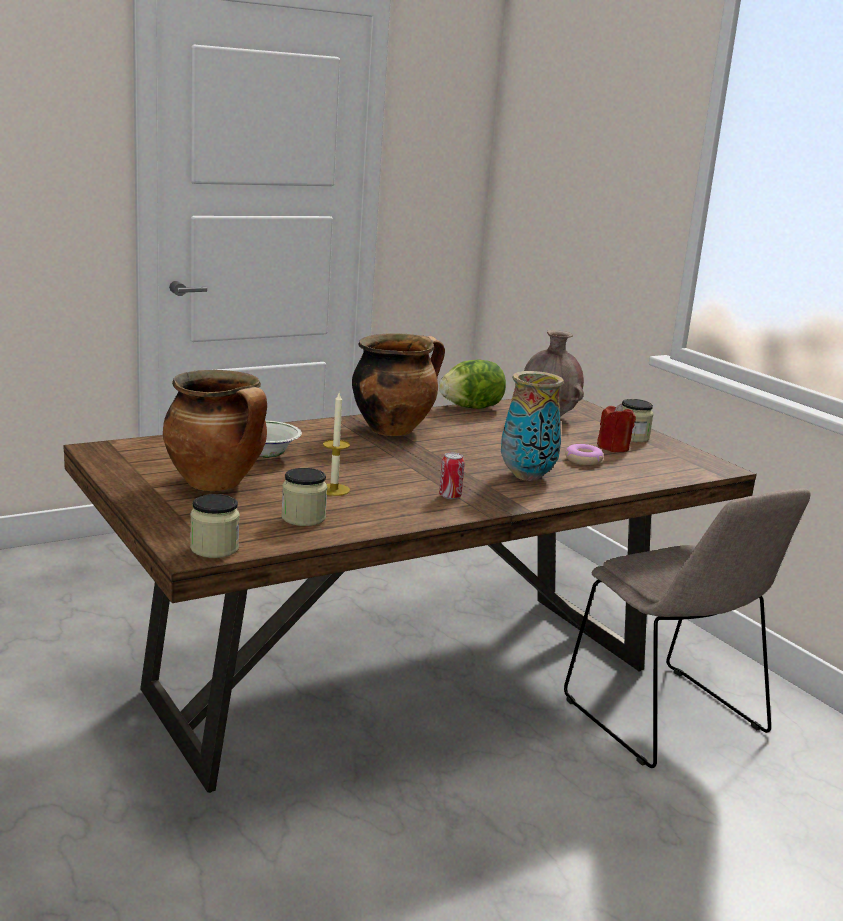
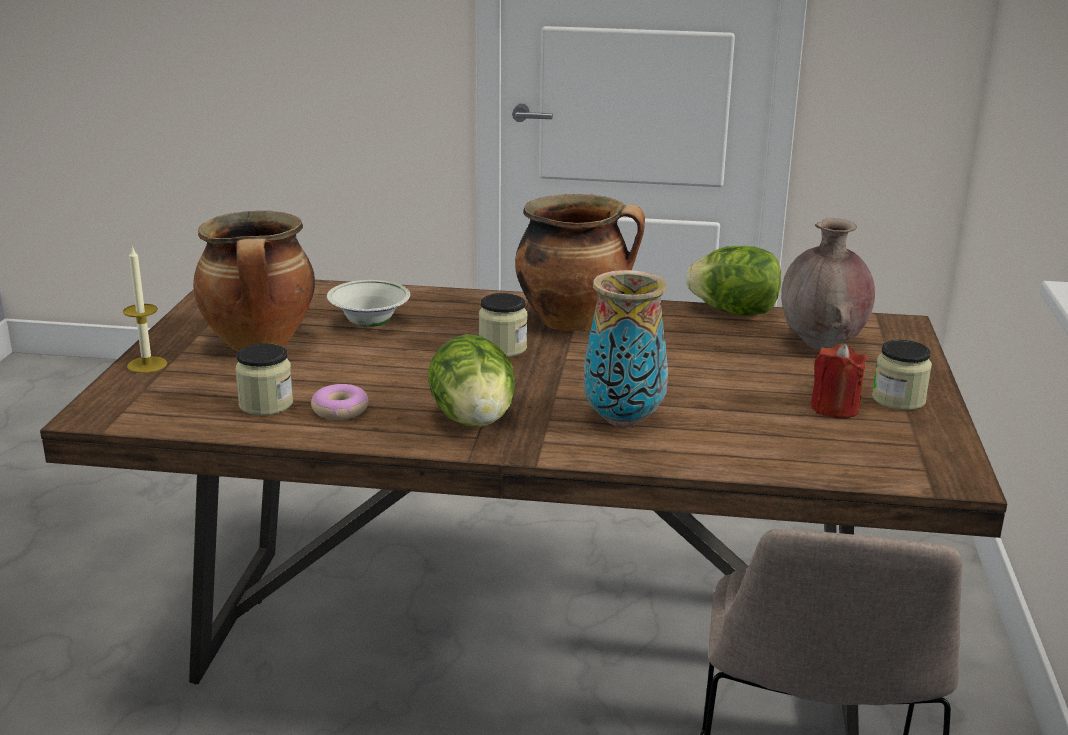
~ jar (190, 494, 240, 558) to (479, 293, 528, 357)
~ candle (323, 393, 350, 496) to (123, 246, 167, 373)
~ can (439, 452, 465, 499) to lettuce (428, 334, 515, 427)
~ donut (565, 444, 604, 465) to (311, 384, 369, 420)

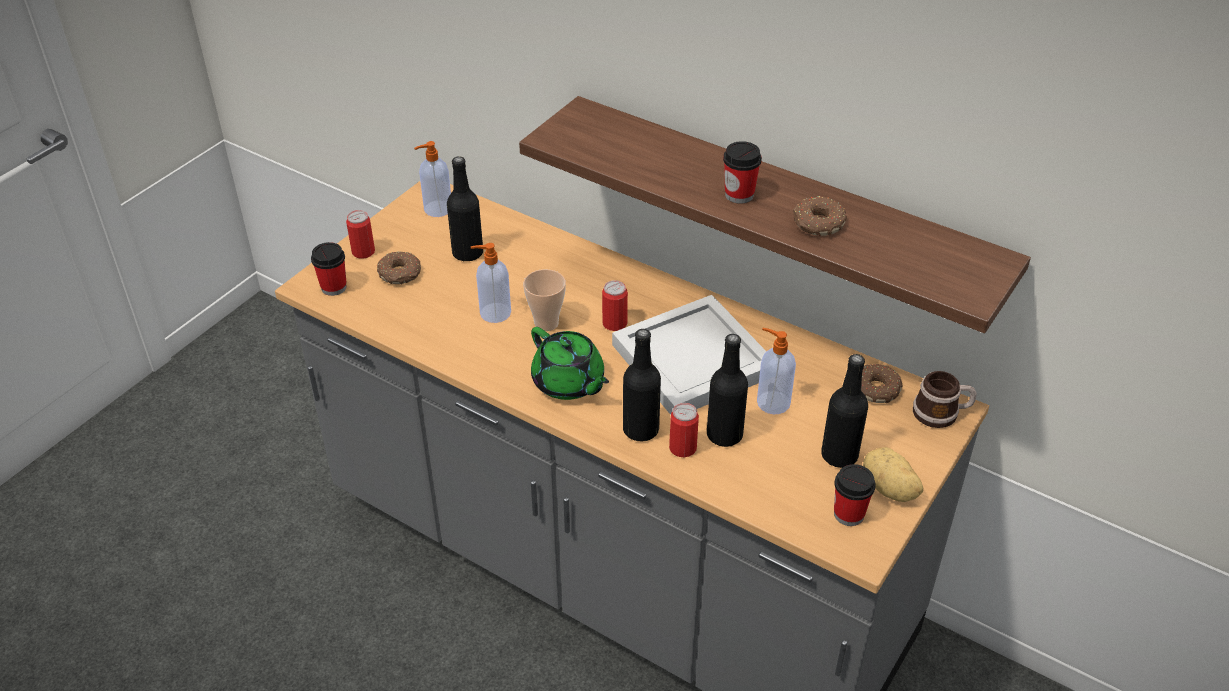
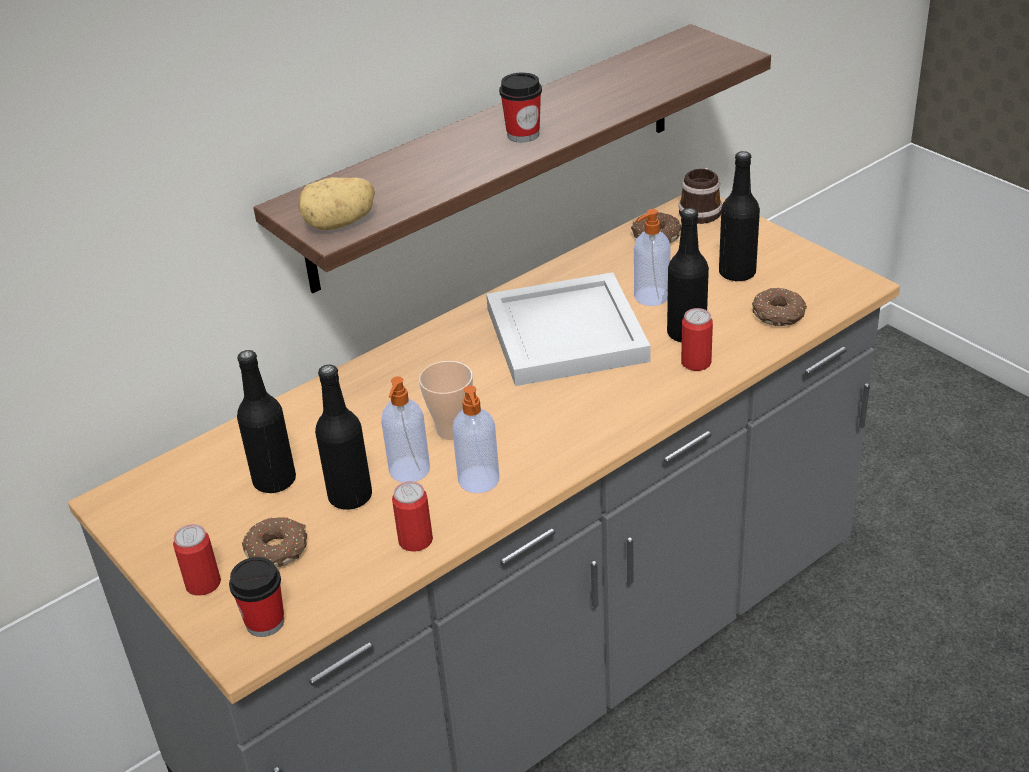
~ soap dispenser (414, 141, 451, 217) to (452, 385, 499, 493)
- green teapot (531, 327, 609, 400)
~ can (602, 280, 628, 331) to (392, 481, 433, 552)
~ black bottle (623, 329, 661, 441) to (315, 364, 372, 510)
~ donut (793, 196, 847, 236) to (752, 287, 807, 326)
- cup (834, 464, 876, 526)
~ potato (863, 447, 923, 502) to (298, 177, 375, 230)

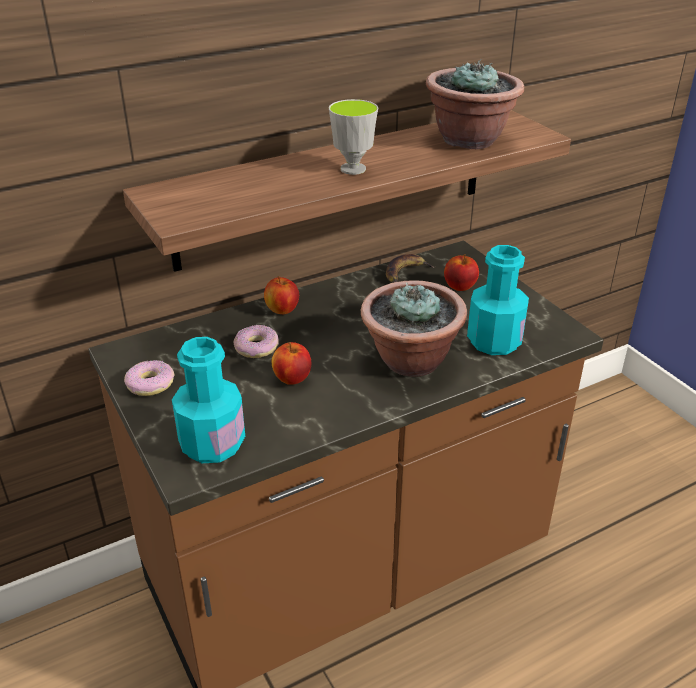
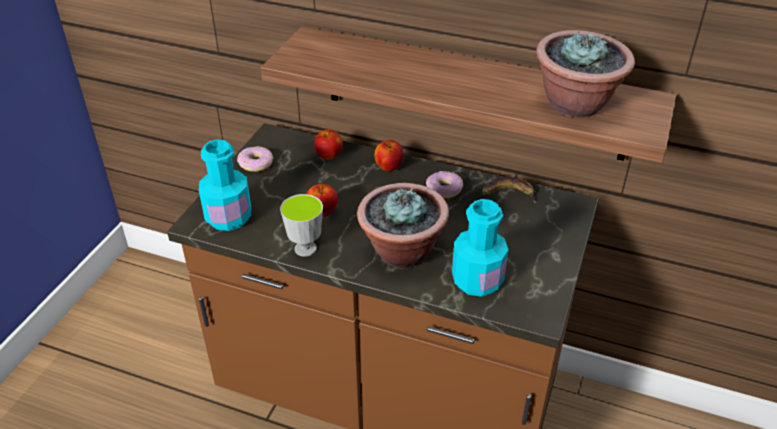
~ donut (233, 325, 279, 358) to (426, 171, 463, 198)
~ cup (329, 99, 378, 175) to (280, 194, 323, 257)
~ apple (444, 254, 479, 291) to (314, 129, 343, 160)

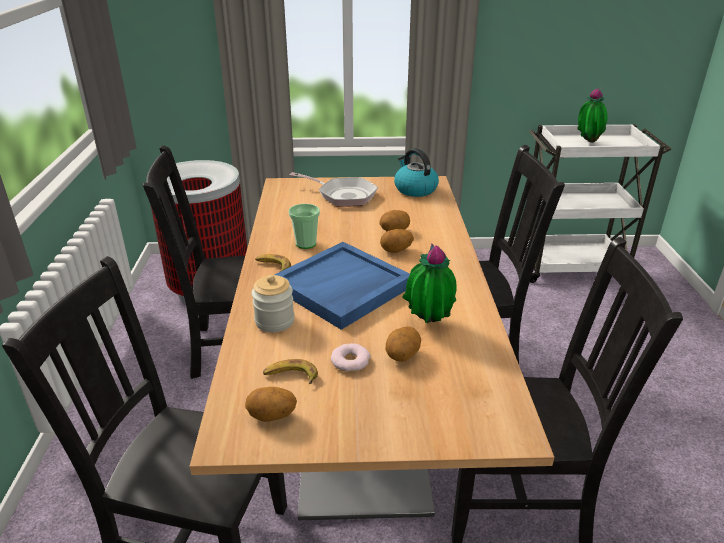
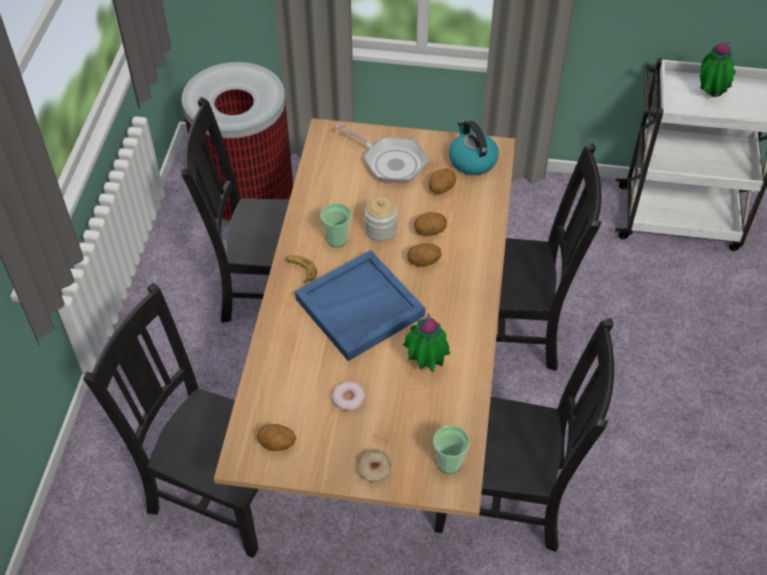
~ jar (252, 275, 295, 332) to (365, 196, 398, 242)
- banana (263, 359, 318, 384)
~ potato (386, 326, 421, 362) to (429, 169, 456, 194)
+ donut (358, 449, 390, 482)
+ cup (433, 425, 470, 474)

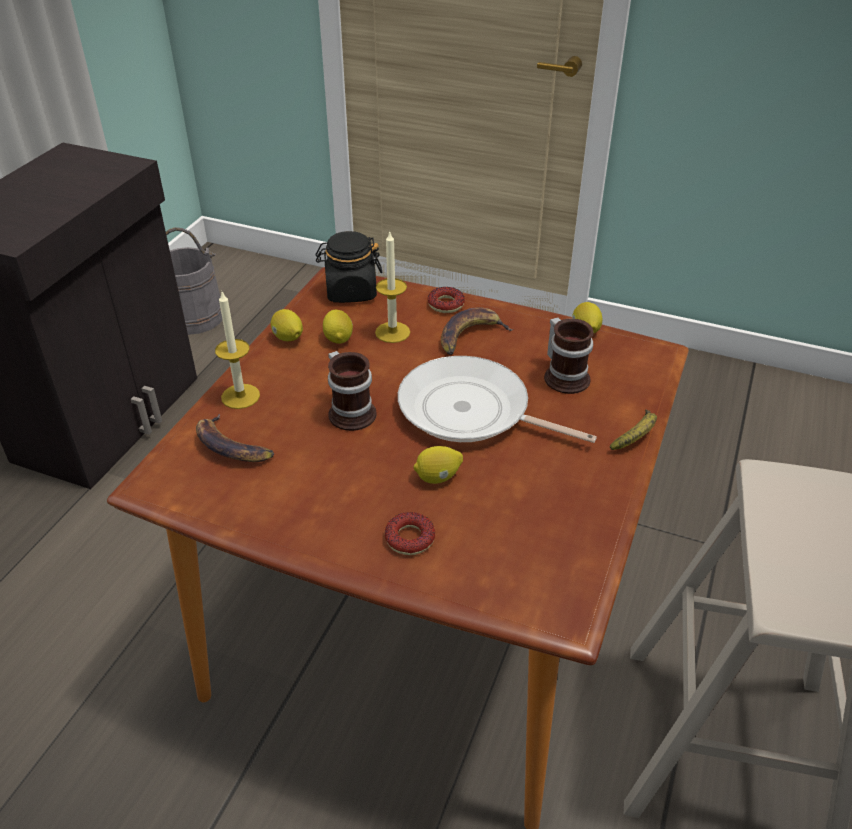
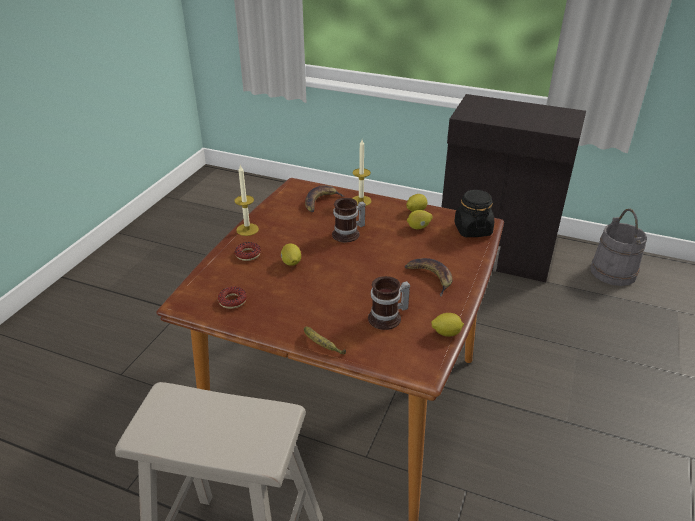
~ candle (375, 230, 410, 343) to (234, 165, 259, 236)
- frying pan (398, 356, 597, 443)
~ donut (427, 287, 465, 313) to (218, 287, 247, 309)

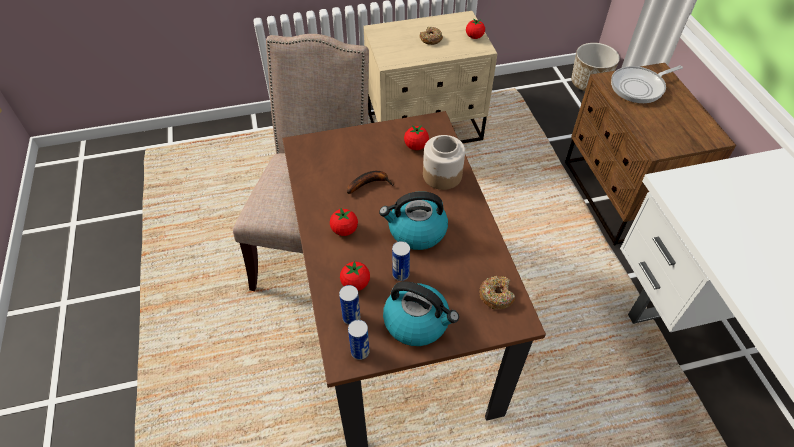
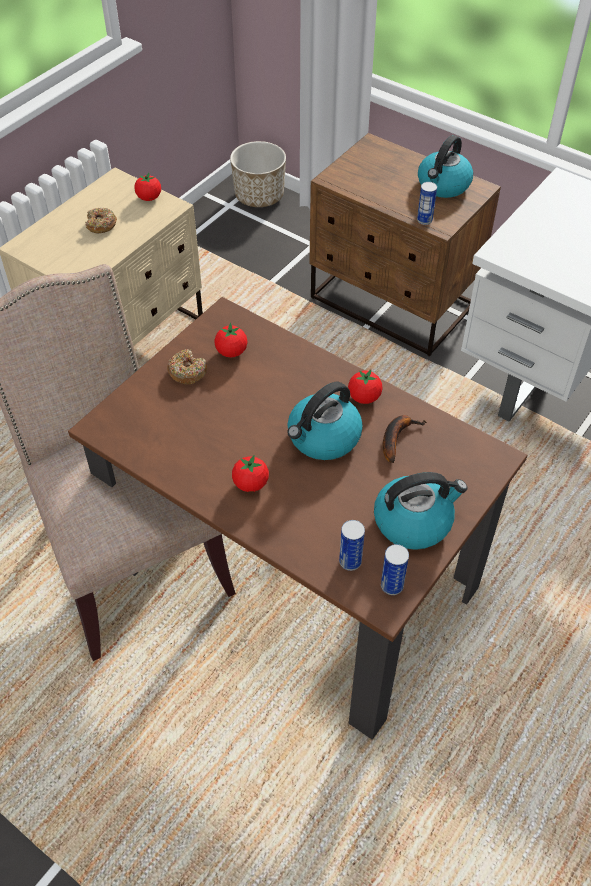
~ tomato (340, 260, 370, 291) to (348, 370, 383, 404)
~ banana (347, 171, 395, 194) to (383, 415, 427, 463)
~ can (392, 241, 410, 281) to (417, 182, 437, 225)
- jar (423, 135, 465, 190)
~ donut (480, 276, 515, 309) to (167, 349, 207, 385)
- frying pan (611, 65, 683, 103)
+ kettle (418, 135, 473, 198)

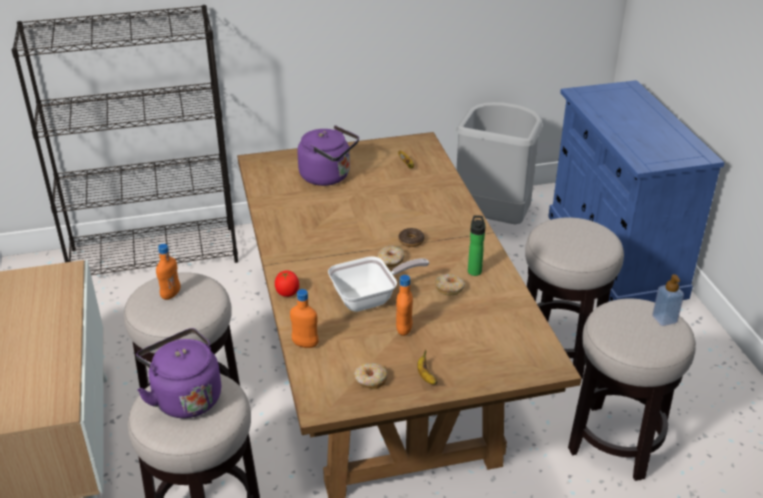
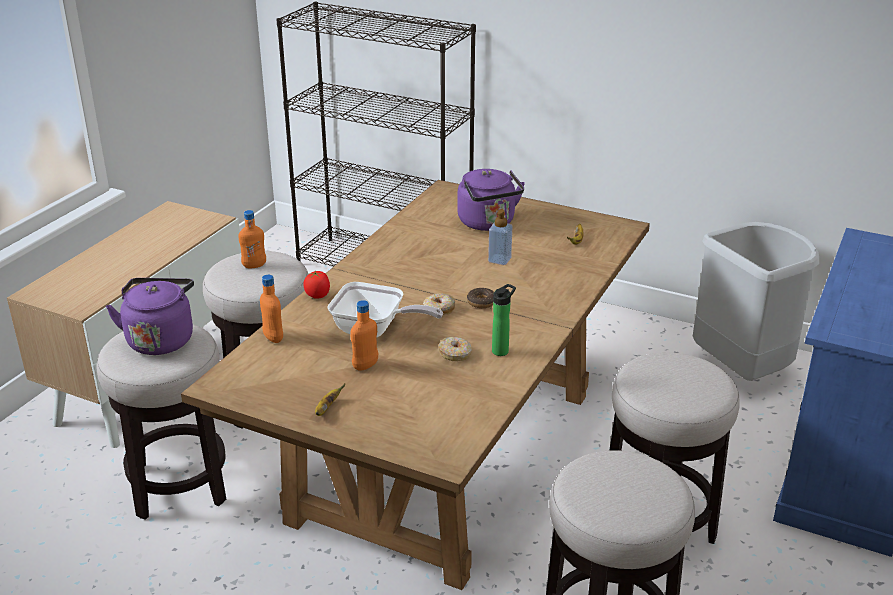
- donut (354, 363, 388, 389)
~ soap dispenser (652, 274, 684, 326) to (488, 210, 512, 265)

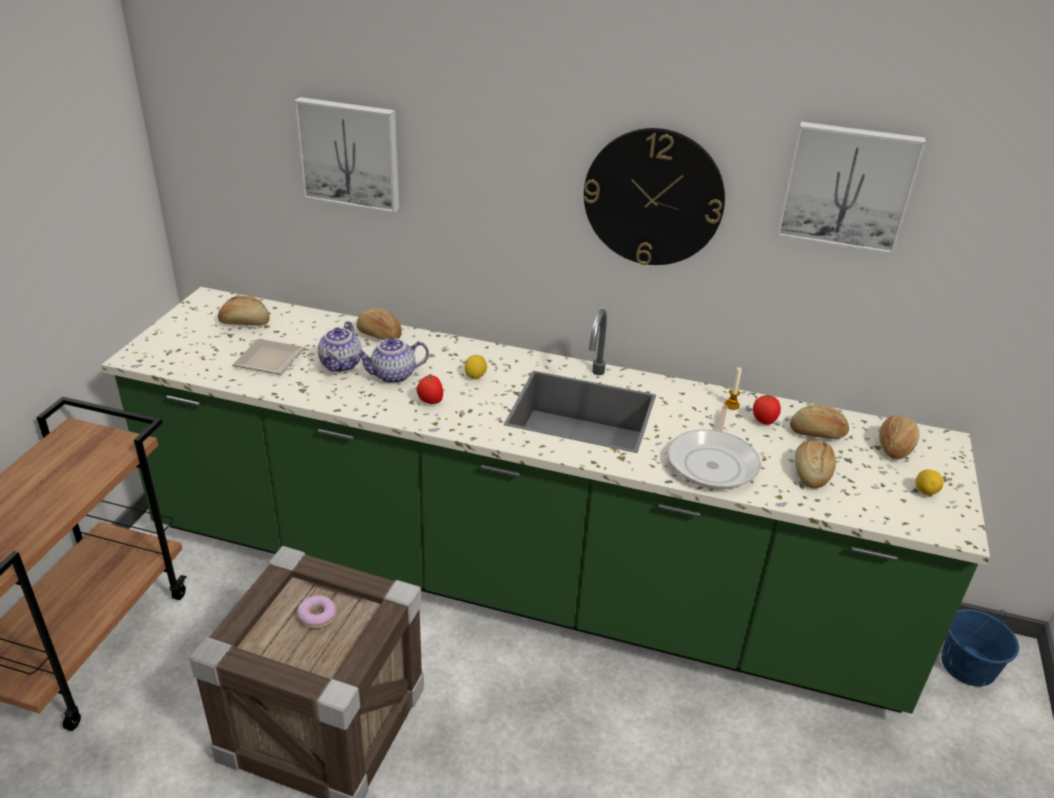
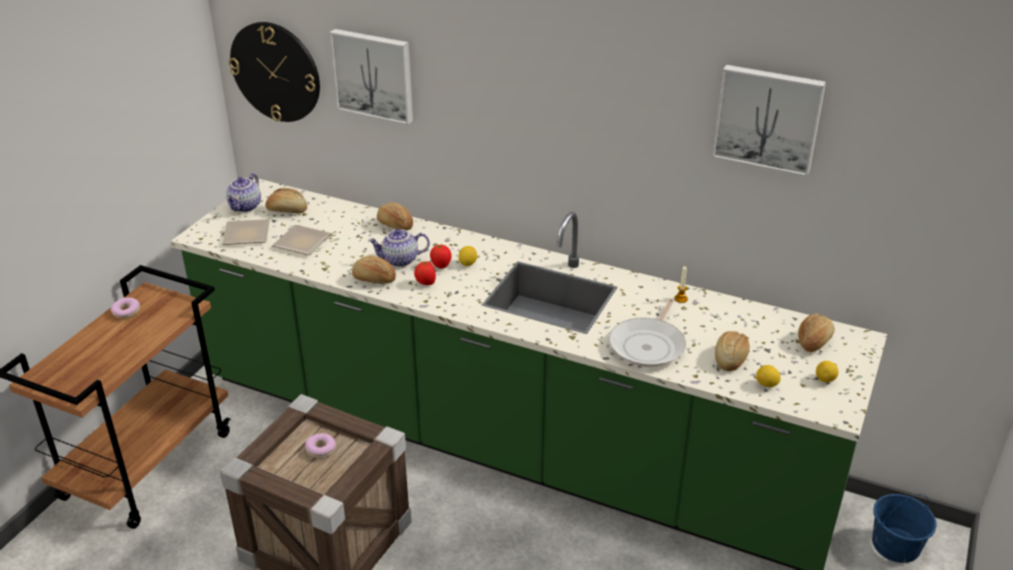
~ teapot (318, 321, 362, 372) to (226, 173, 261, 212)
~ wall clock (584, 128, 725, 265) to (229, 22, 320, 122)
~ tomato (753, 394, 781, 425) to (430, 245, 451, 268)
~ bread (790, 404, 849, 439) to (352, 255, 396, 284)
+ donut (111, 297, 140, 319)
+ plate (222, 219, 270, 245)
+ lemon (756, 365, 781, 387)

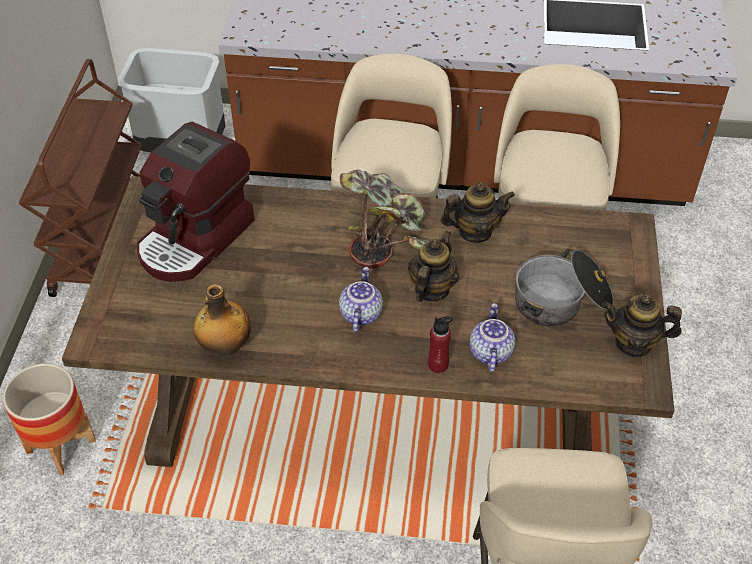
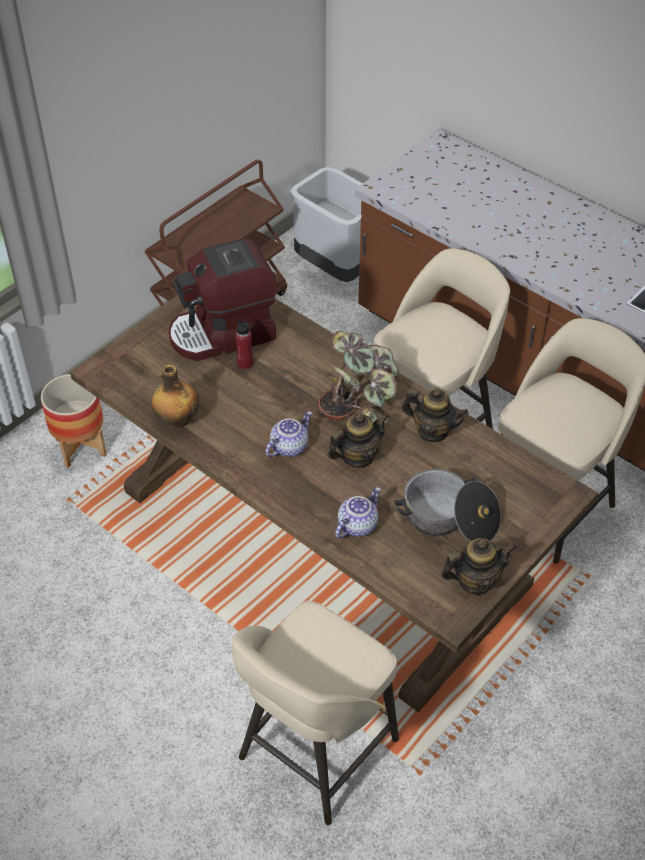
~ red bottle (428, 316, 453, 373) to (235, 319, 253, 369)
~ teapot (602, 294, 682, 358) = (441, 538, 517, 595) 120 degrees clockwise

